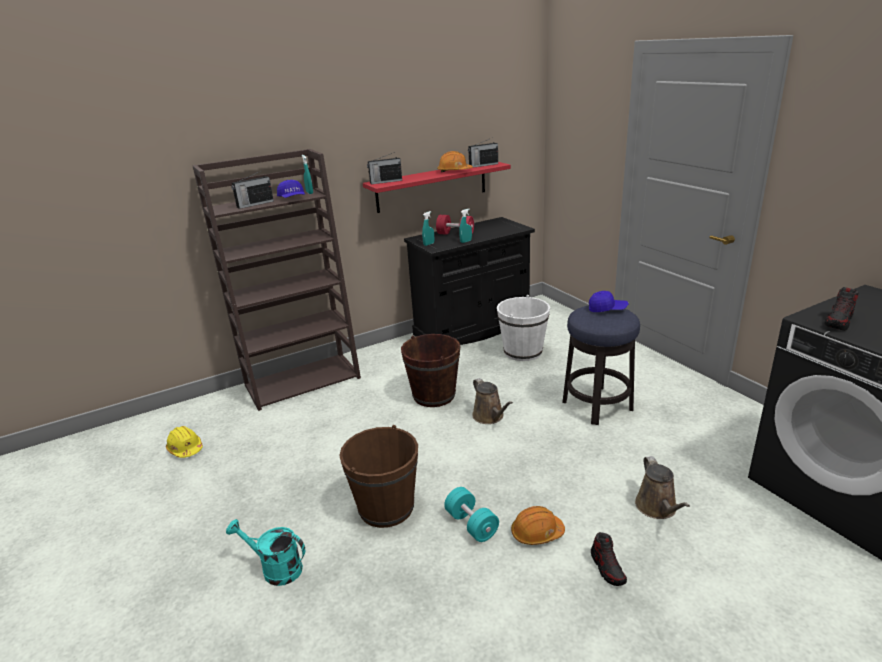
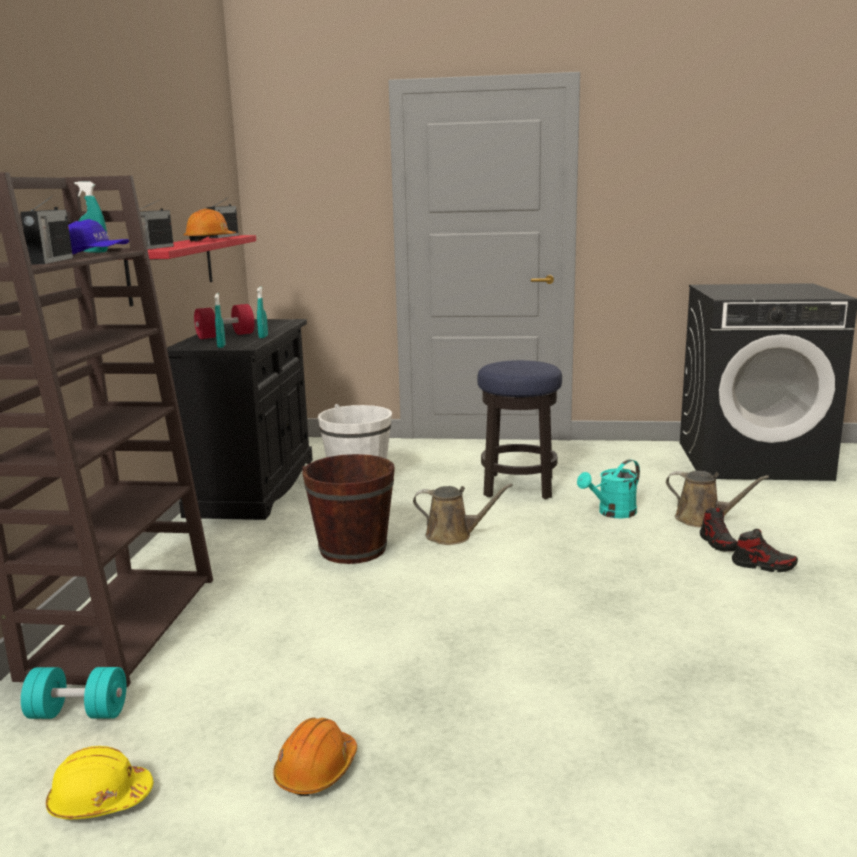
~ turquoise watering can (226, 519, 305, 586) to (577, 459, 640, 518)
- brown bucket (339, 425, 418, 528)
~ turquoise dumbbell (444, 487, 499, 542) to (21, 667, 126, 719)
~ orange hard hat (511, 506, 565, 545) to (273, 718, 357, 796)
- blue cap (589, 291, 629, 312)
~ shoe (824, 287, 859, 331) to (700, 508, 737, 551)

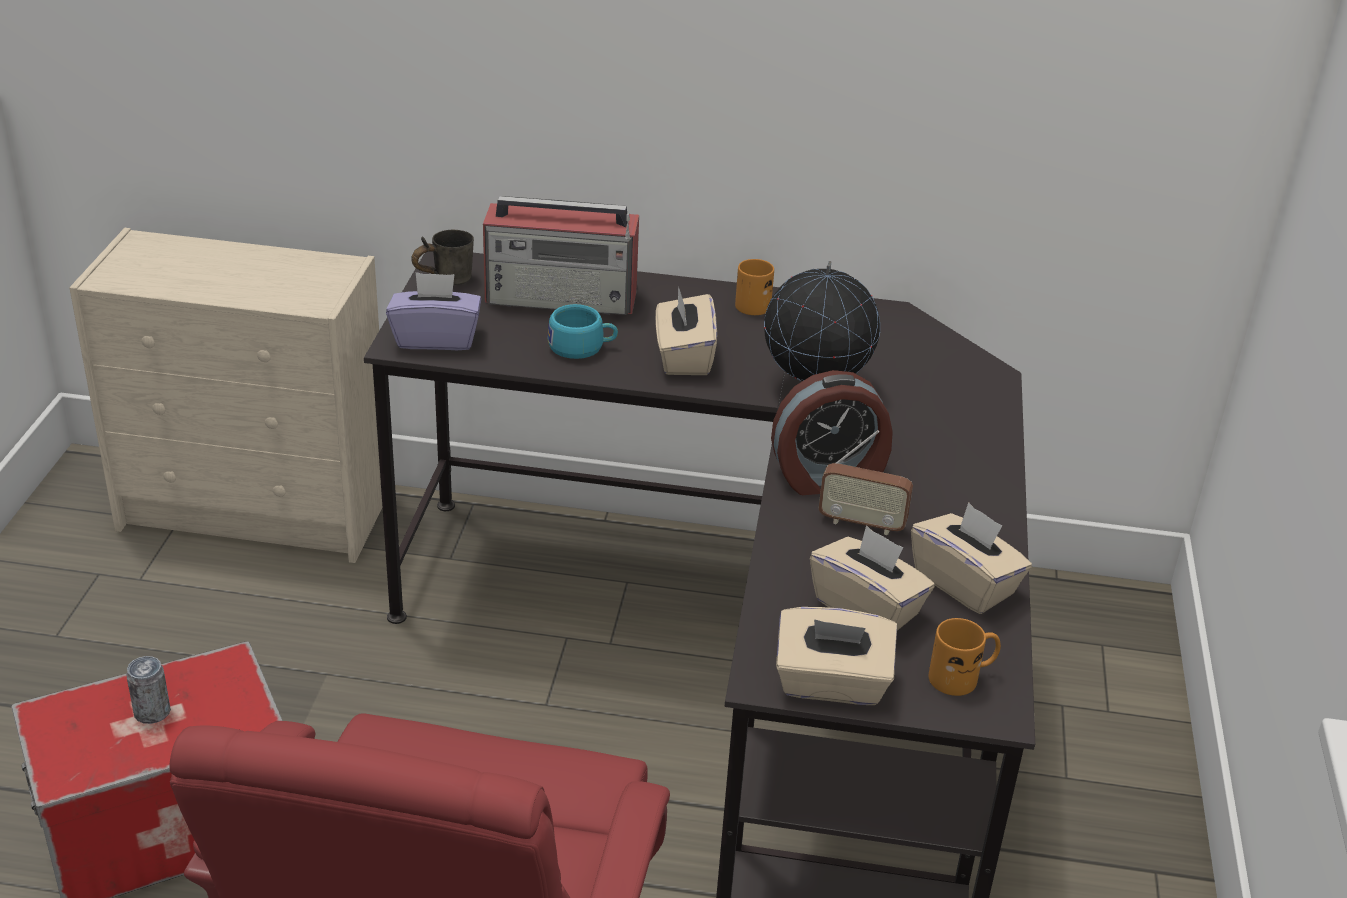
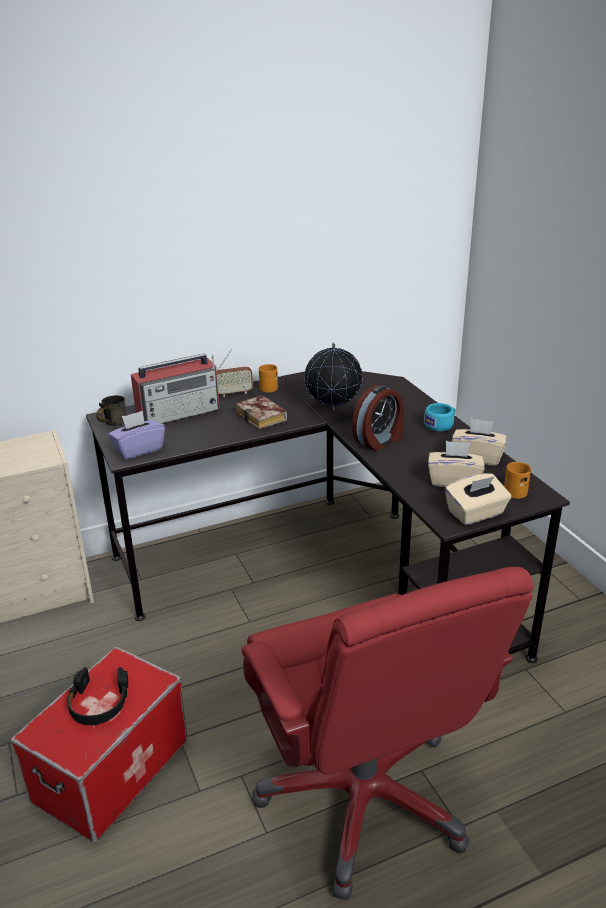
~ can (126, 656, 171, 724) to black headphones (67, 667, 128, 725)
~ turquoise cup (548, 304, 618, 359) to (424, 403, 456, 431)
~ beige tissue box (656, 286, 717, 375) to book (235, 395, 287, 430)
~ radio (819, 430, 913, 535) to (217, 349, 253, 397)

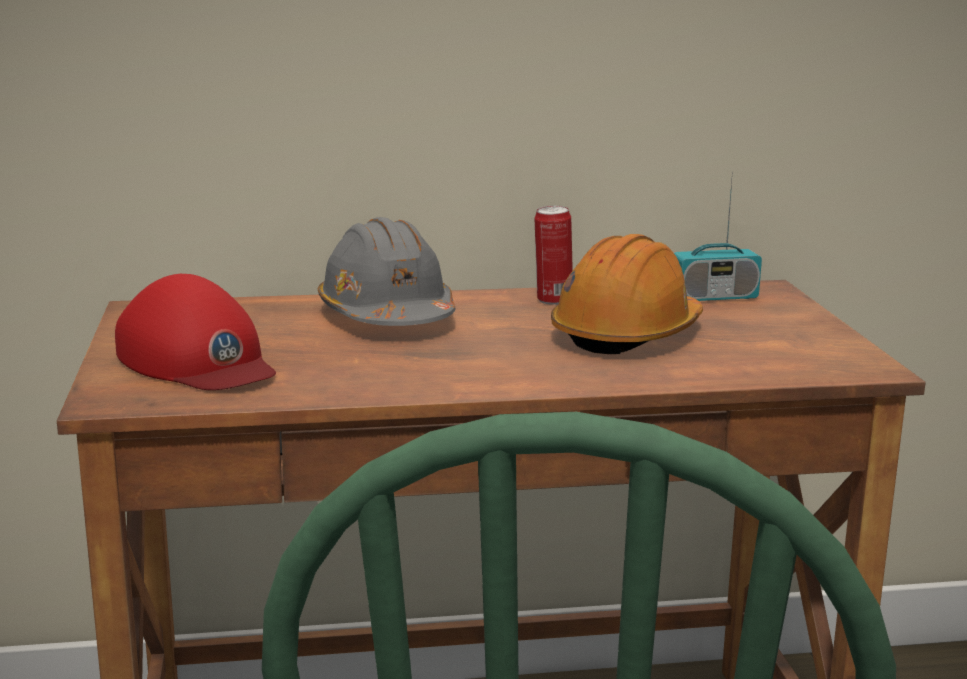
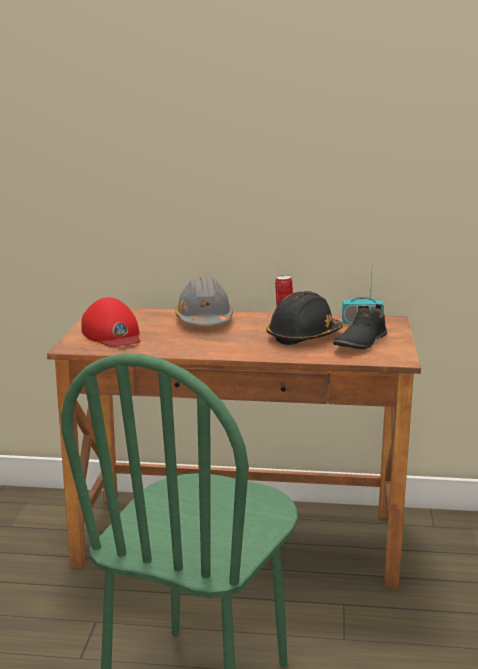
~ orange hard hat (551, 234, 703, 354) to black hard hat (266, 291, 343, 345)
+ black shoe (333, 304, 387, 349)

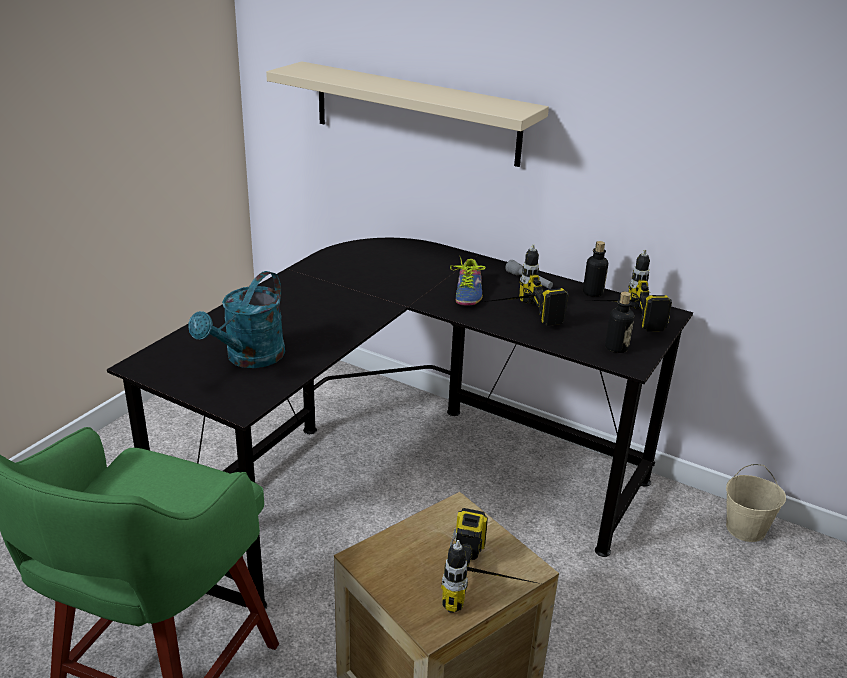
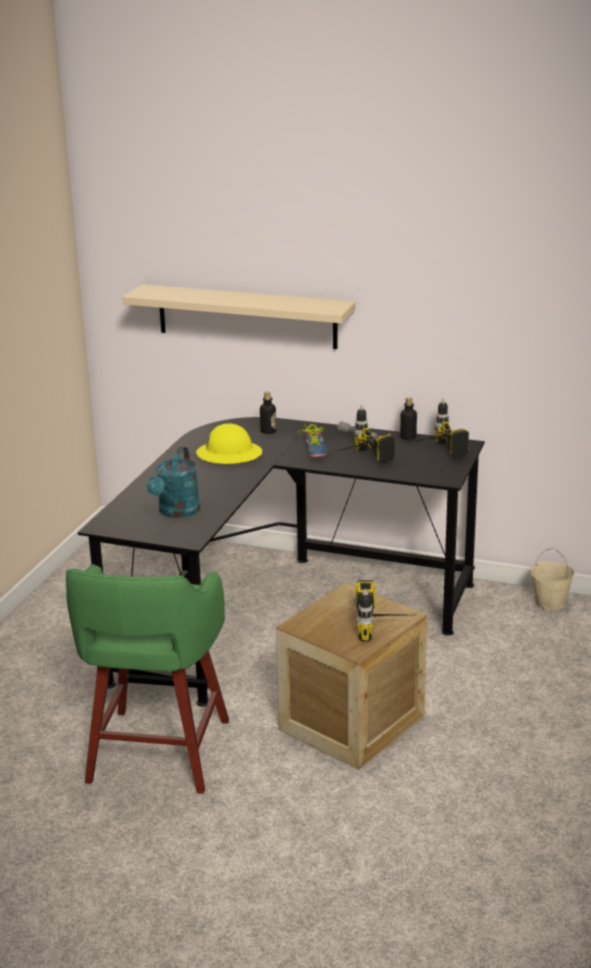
~ bottle (605, 292, 634, 353) to (260, 392, 276, 434)
+ yellow hard hat (196, 424, 262, 464)

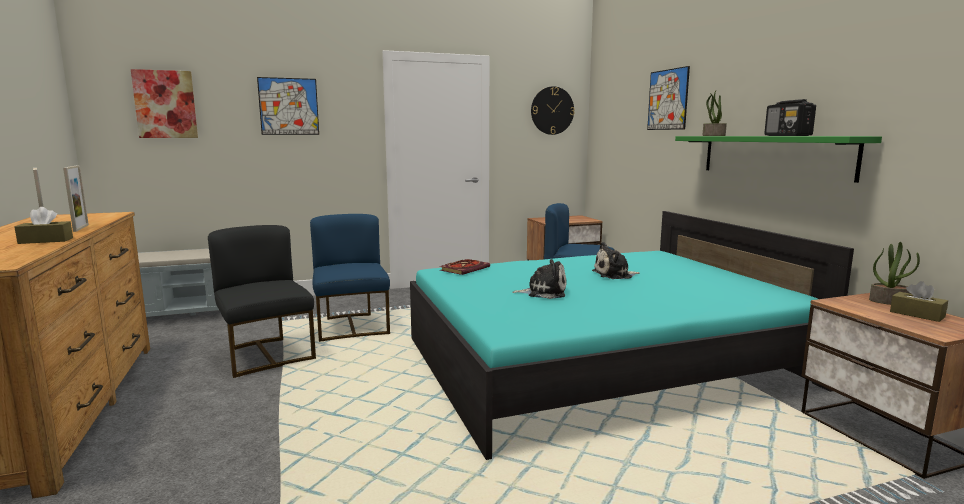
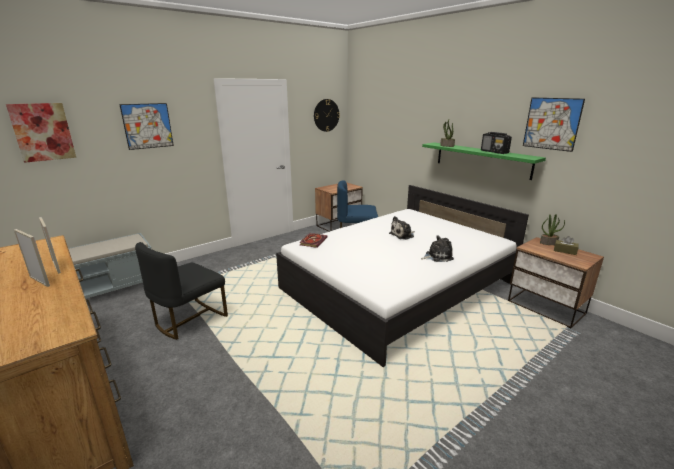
- brown tissue box (15, 207, 73, 244)
~ black chair (208, 225, 316, 378) = (135, 242, 228, 340) 90 degrees counterclockwise
- blue chair (310, 214, 390, 342)
~ turquoise bed (410, 211, 854, 460) to white bed (276, 185, 529, 367)
~ plush toy (512, 259, 567, 299) to (421, 235, 454, 262)
~ picture (647, 66, 690, 130) to (523, 97, 585, 152)

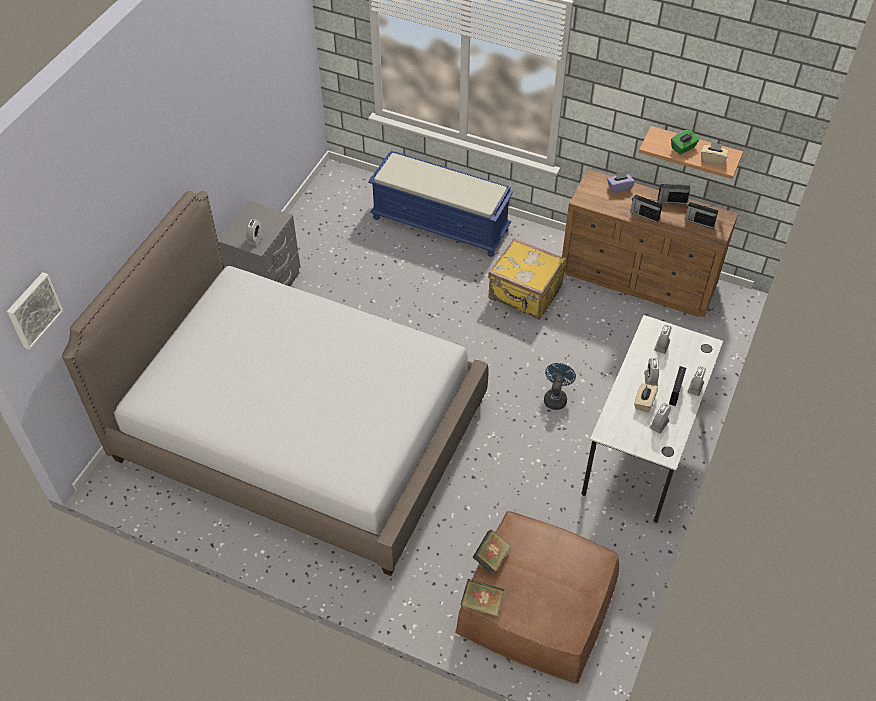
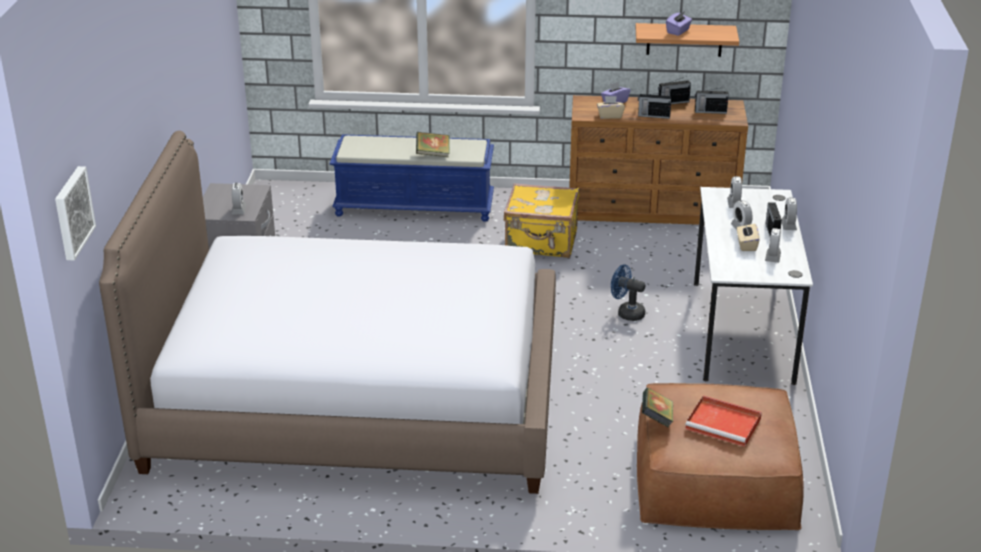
~ book (460, 579, 505, 616) to (416, 132, 450, 157)
~ blue fan (544, 363, 576, 410) = (611, 265, 645, 321) 60 degrees counterclockwise
~ green tissue box (671, 129, 699, 155) to purple tissue box (666, 11, 692, 36)
~ beige tissue box (701, 142, 728, 166) to (597, 96, 625, 119)
+ red tray (685, 395, 762, 447)

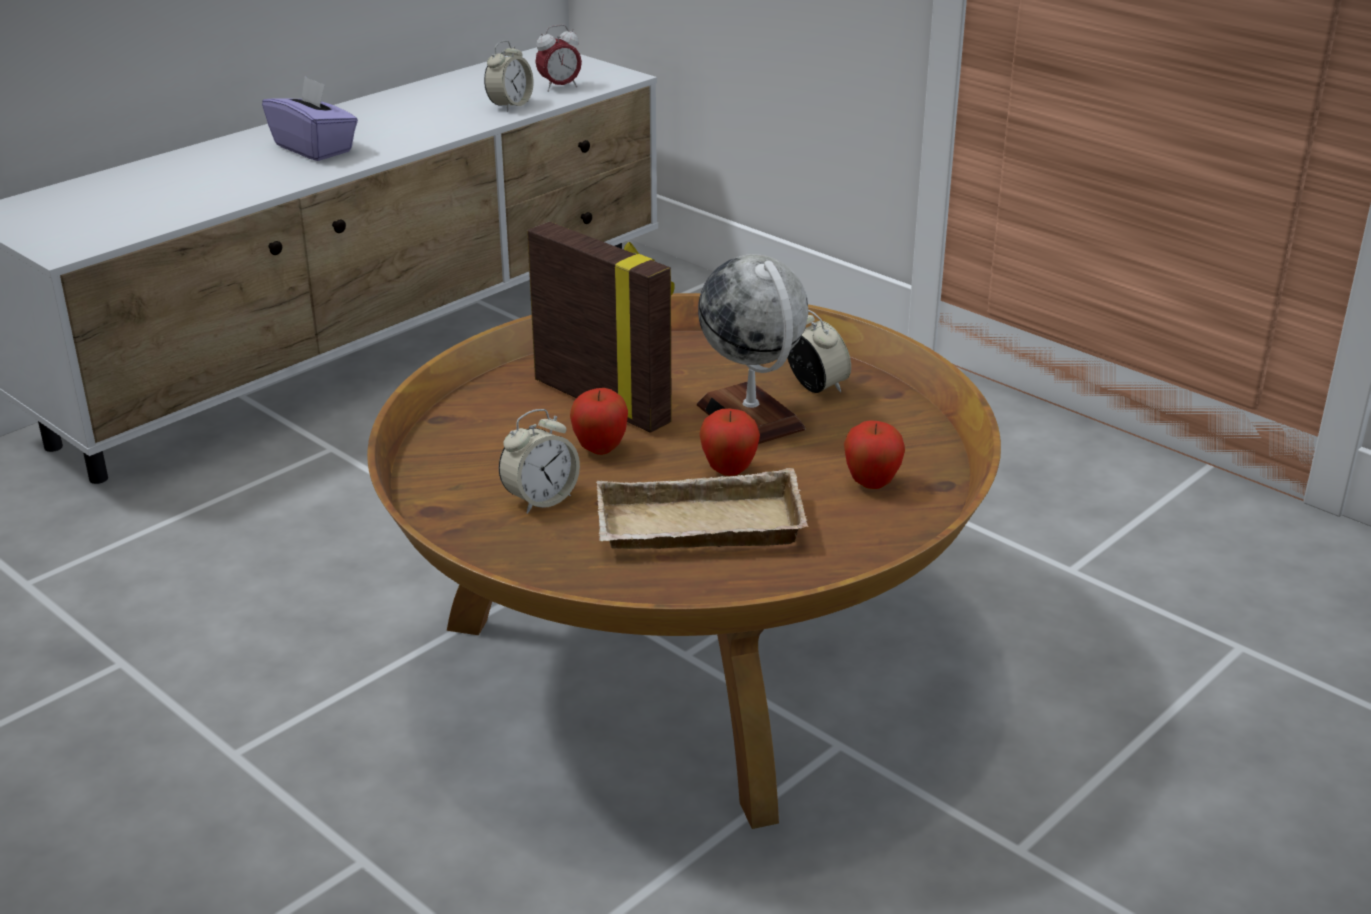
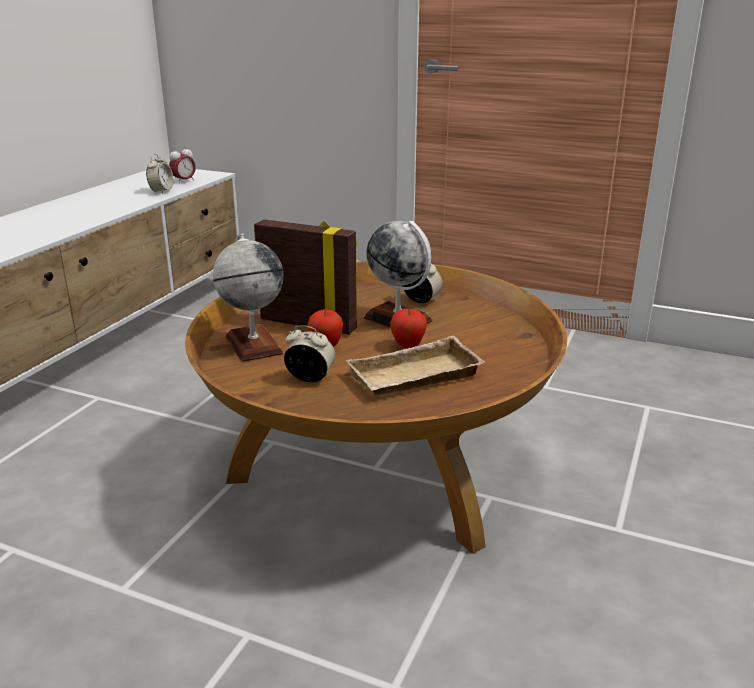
- purple tissue box (262, 76, 358, 161)
~ alarm clock (499, 409, 580, 514) = (284, 325, 335, 382) 105 degrees counterclockwise
- apple (844, 420, 905, 489)
+ globe (213, 234, 284, 362)

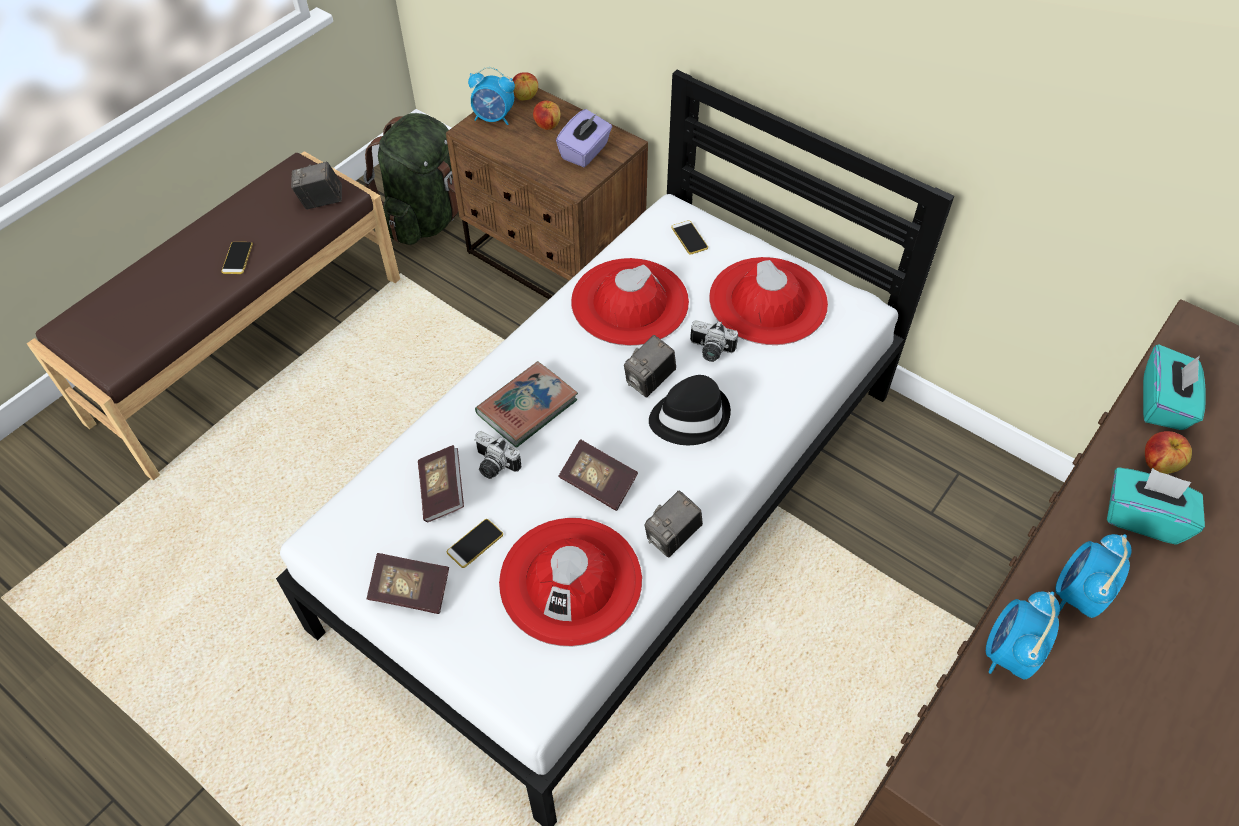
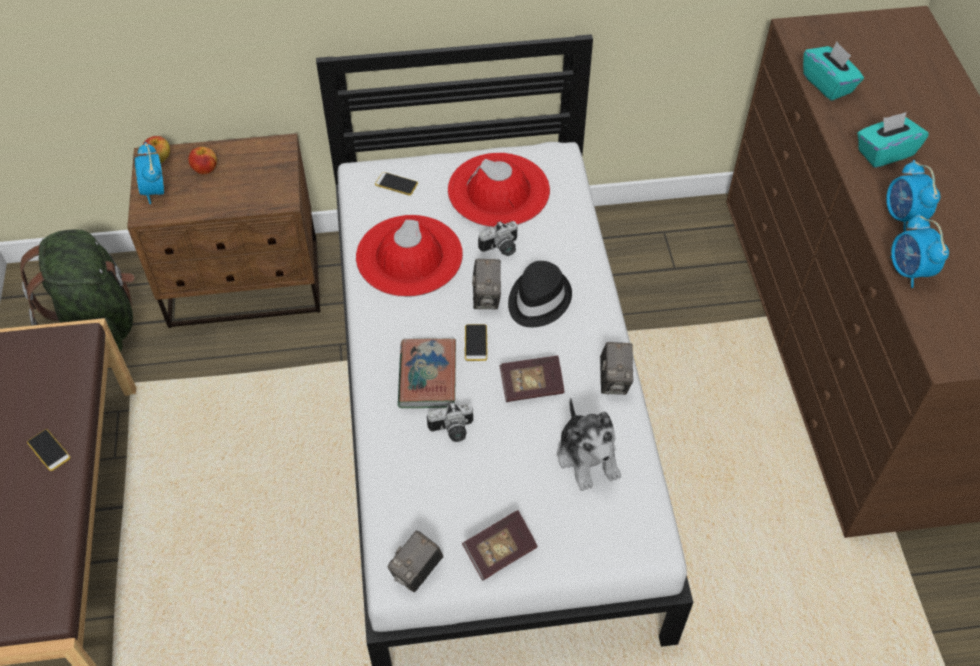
~ photo camera (291, 162, 342, 210) to (388, 530, 443, 592)
- book (418, 445, 464, 522)
~ phone (447, 519, 503, 568) to (465, 324, 488, 361)
~ alarm clock (468, 67, 515, 125) = (135, 142, 164, 204) 105 degrees clockwise
~ red hat (499, 518, 642, 647) to plush toy (557, 398, 621, 491)
- purple tissue box (556, 109, 612, 167)
- apple (1145, 431, 1192, 474)

